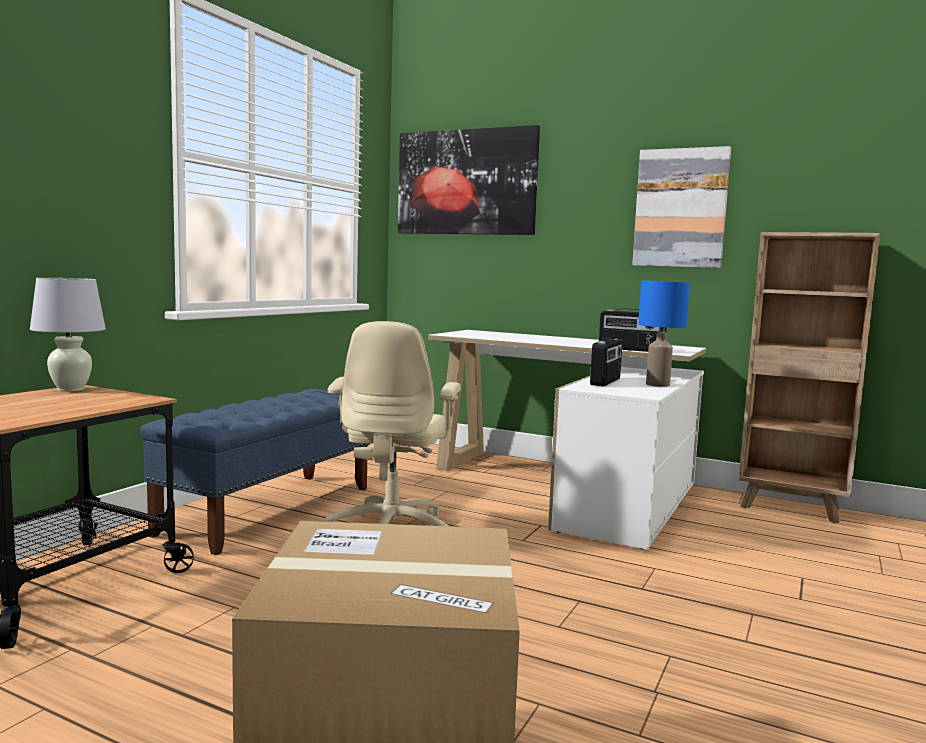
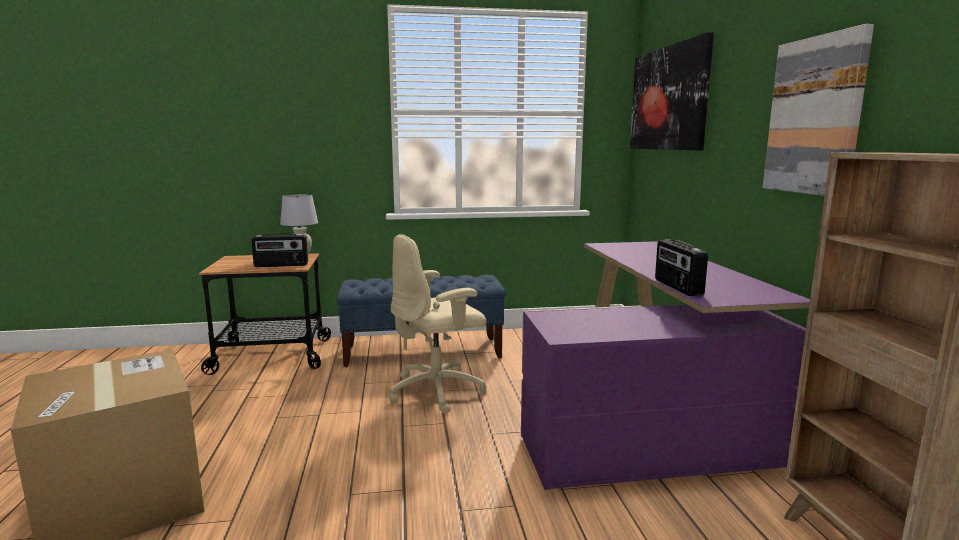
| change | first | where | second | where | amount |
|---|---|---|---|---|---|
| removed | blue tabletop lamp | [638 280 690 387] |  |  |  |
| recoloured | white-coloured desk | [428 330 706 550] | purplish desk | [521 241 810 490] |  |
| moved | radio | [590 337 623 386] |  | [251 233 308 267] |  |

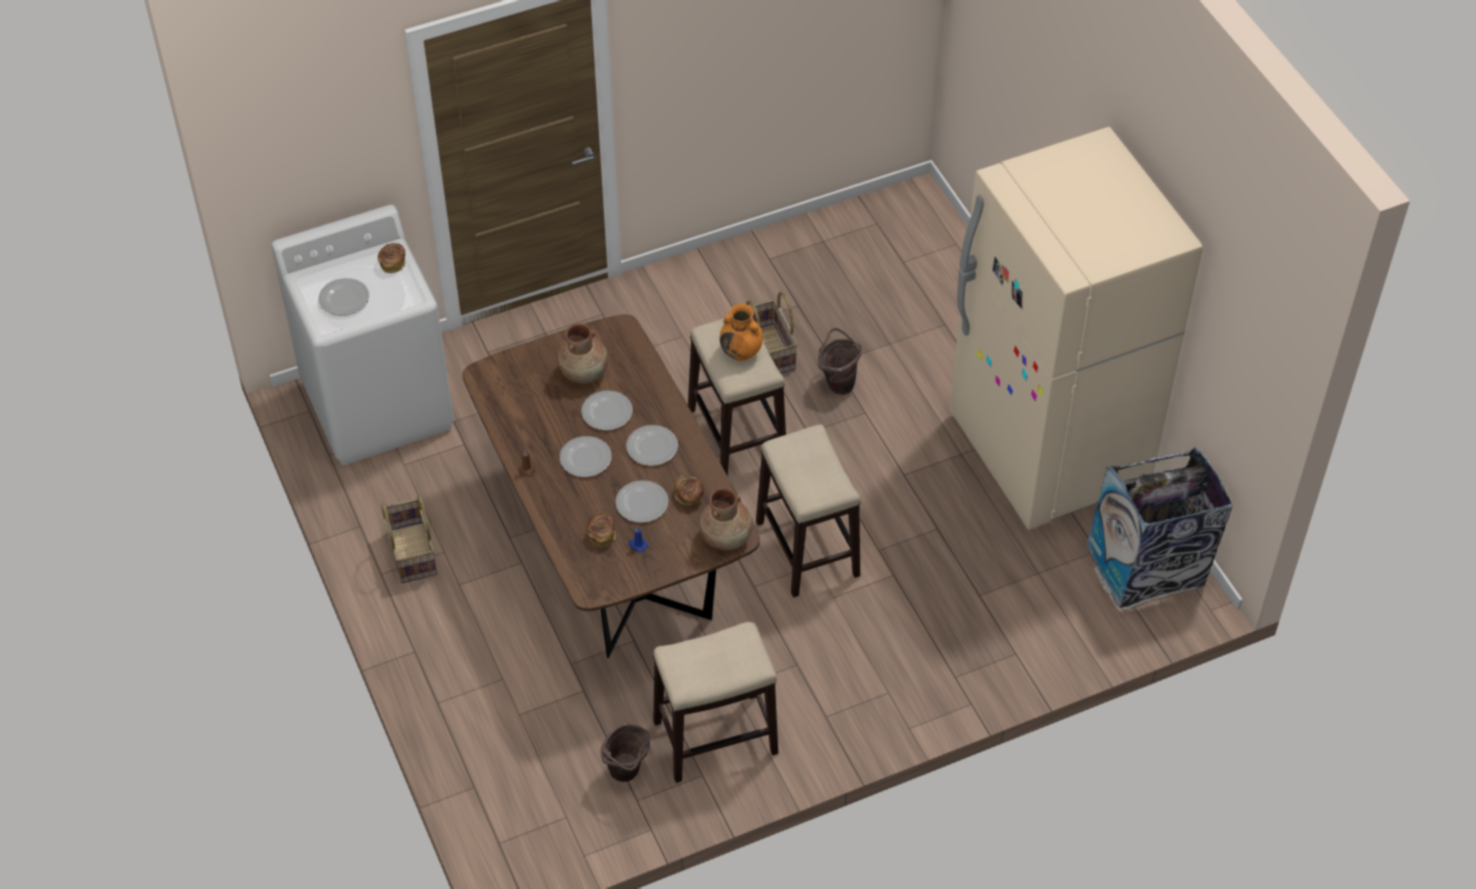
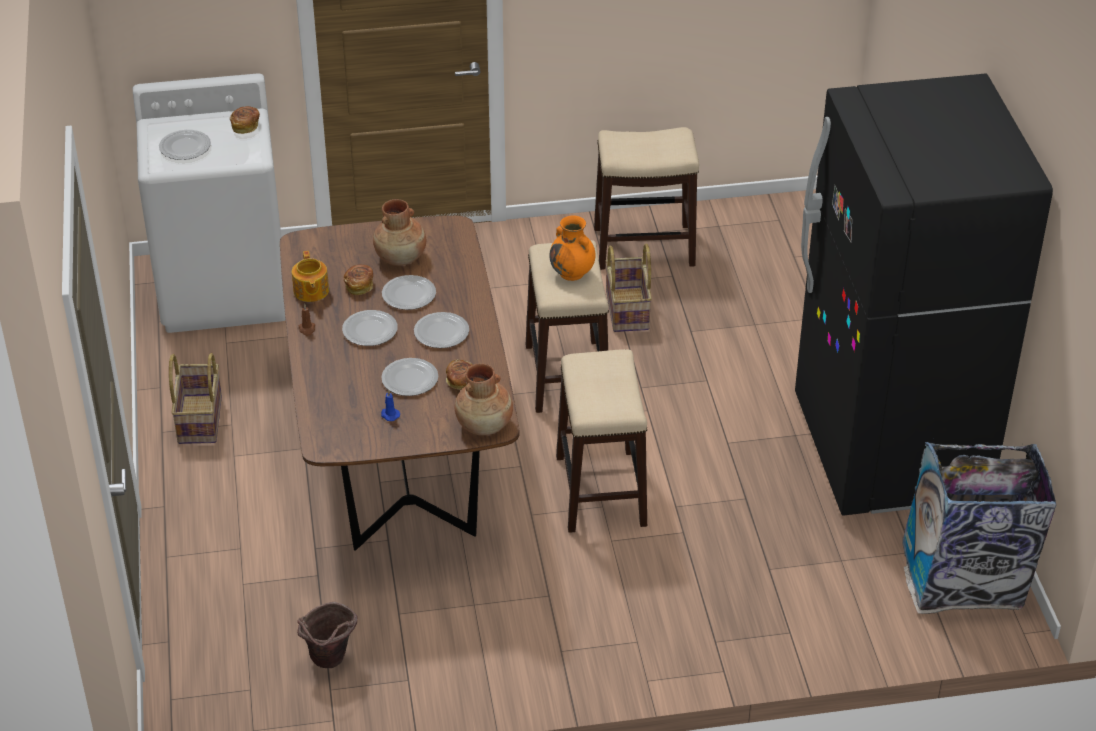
| change | first | where | second | where | amount |
|---|---|---|---|---|---|
| recoloured | beige-coloured kitchen fridge | [949 127 1203 530] | black kitchen fridge | [795 73 1053 516] |  |
| removed | brown water bucket | [818 328 862 395] |  |  |  |
| moved | baked bread | [586 514 616 547] |  | [344 264 373 295] |  |
| moved | stool | [653 622 778 783] |  | [594 127 699 270] |  |
| added |  |  | tea pot | [292 251 329 302] |  |

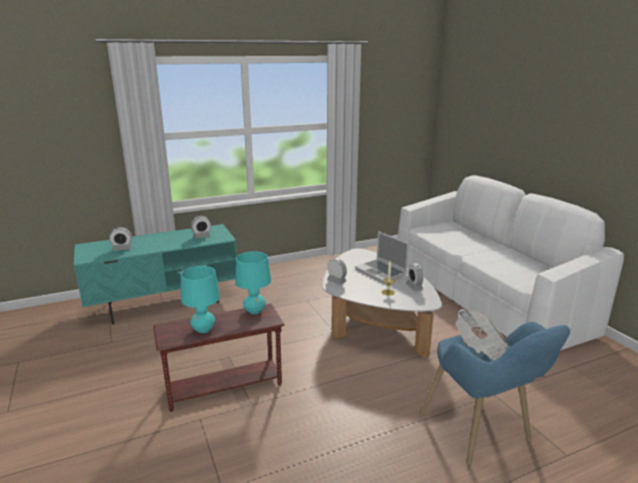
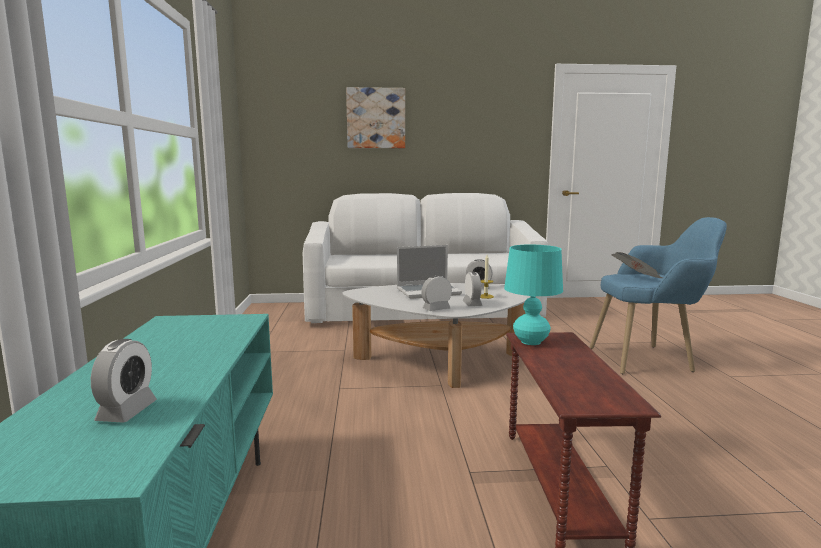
| change | first | where | second | where | amount |
|---|---|---|---|---|---|
| moved | bedside clock | [191 216 211 239] |  | [463 272 483 306] |  |
| removed | blue-green tabletop lamp | [181 266 220 333] |  |  |  |
| added |  |  | picture | [346 87 405 148] |  |

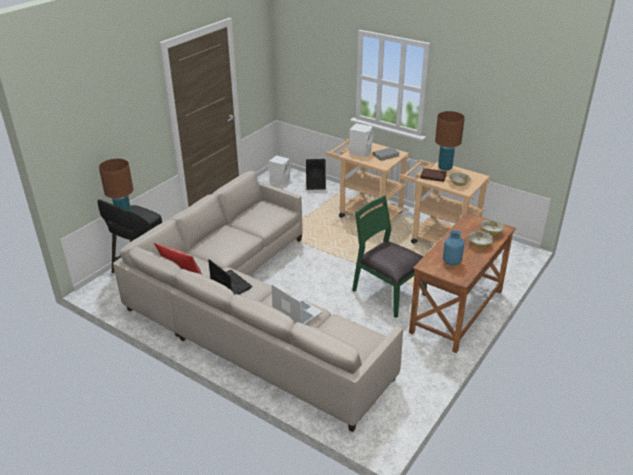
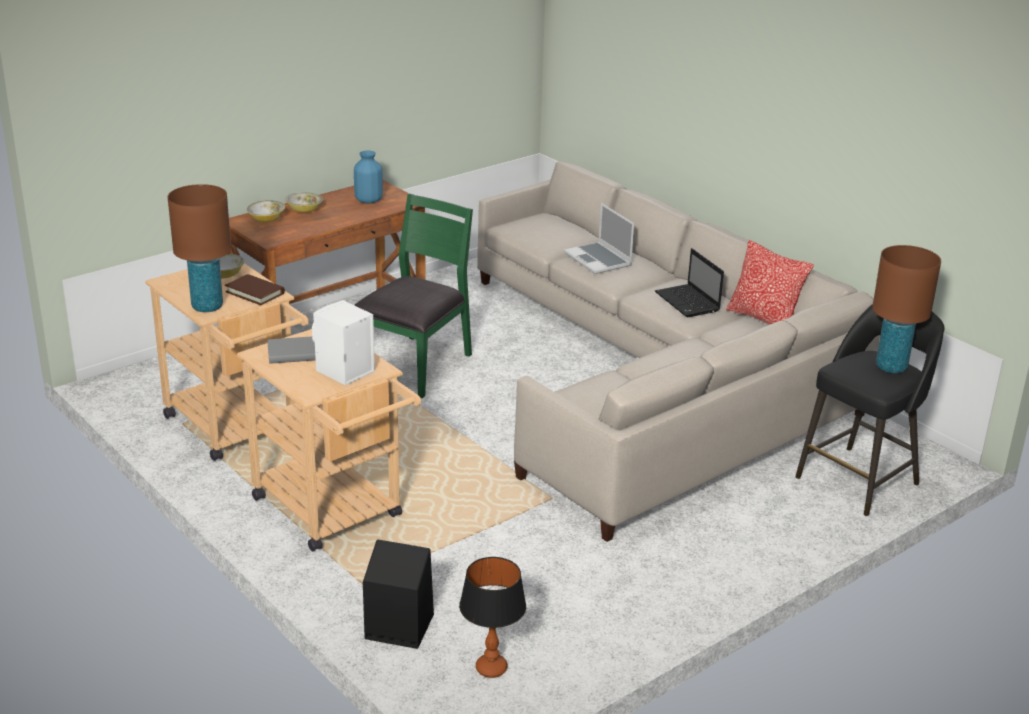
| change | first | where | second | where | amount |
|---|---|---|---|---|---|
| replaced | white-coloured audio speaker | [269 155 291 185] | tabletop lamp | [459 557 526 678] |  |
| turned | greenish upright chair | [352 196 427 318] |  | [354 194 473 398] | 120 degrees counterclockwise |

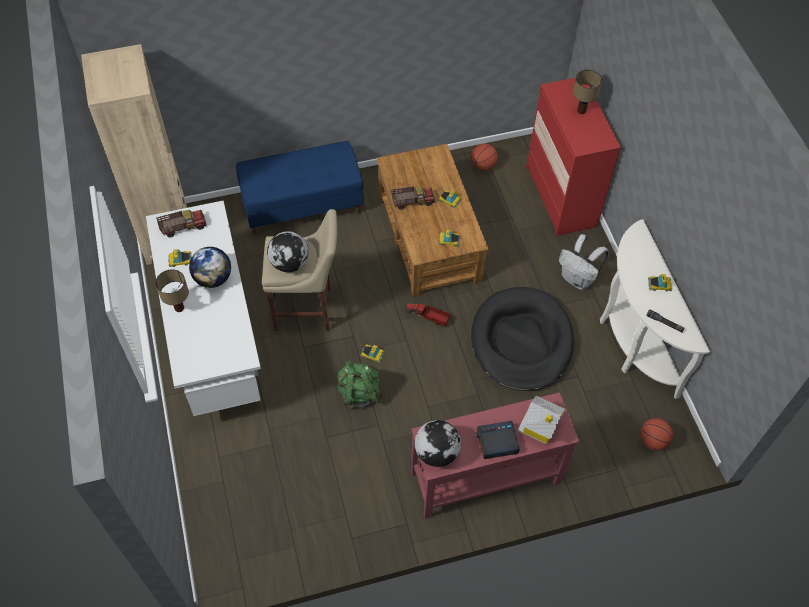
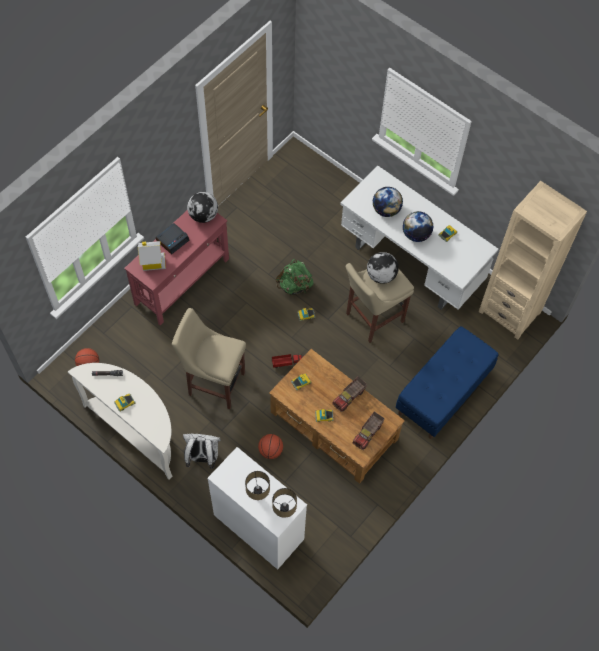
| change | first | where | second | where | amount |
|---|---|---|---|---|---|
| recoloured | reddish dresser | [526 78 621 236] | white-coloured dresser | [207 447 307 570] |  |
| moved | basketball ball | [471 143 498 170] |  | [258 434 283 459] |  |
| moved | toy truck | [156 210 207 238] |  | [353 412 385 450] |  |
| moved | tabletop lamp | [156 269 189 312] |  | [272 488 297 518] |  |
| replaced | black dog cushion | [471 287 574 391] | beige-coloured stool | [172 308 246 409] |  |
| added |  |  | globe | [373 187 403 217] |  |

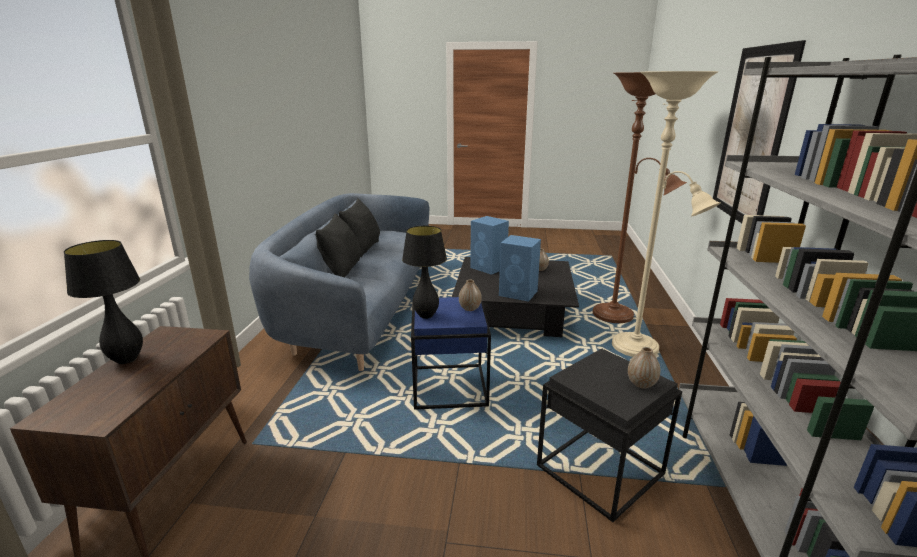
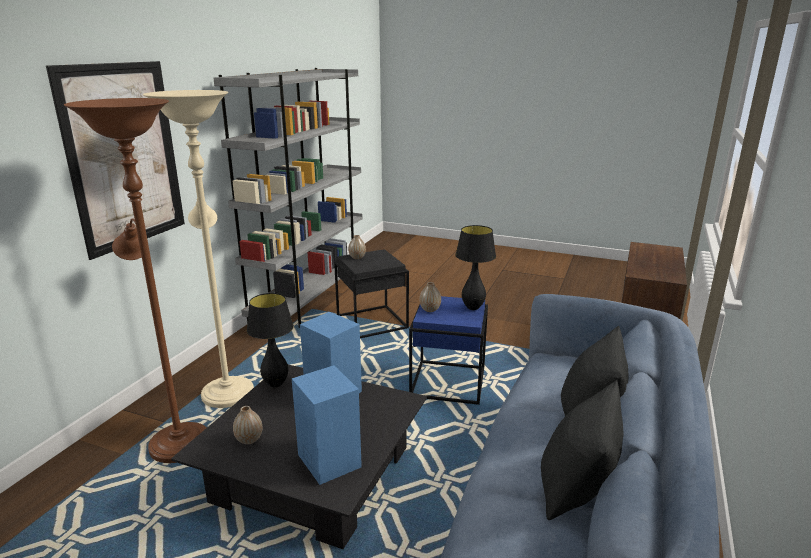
| change | first | where | second | where | amount |
|---|---|---|---|---|---|
| moved | black tabletop lamp | [64 240 143 364] |  | [247 293 294 388] |  |

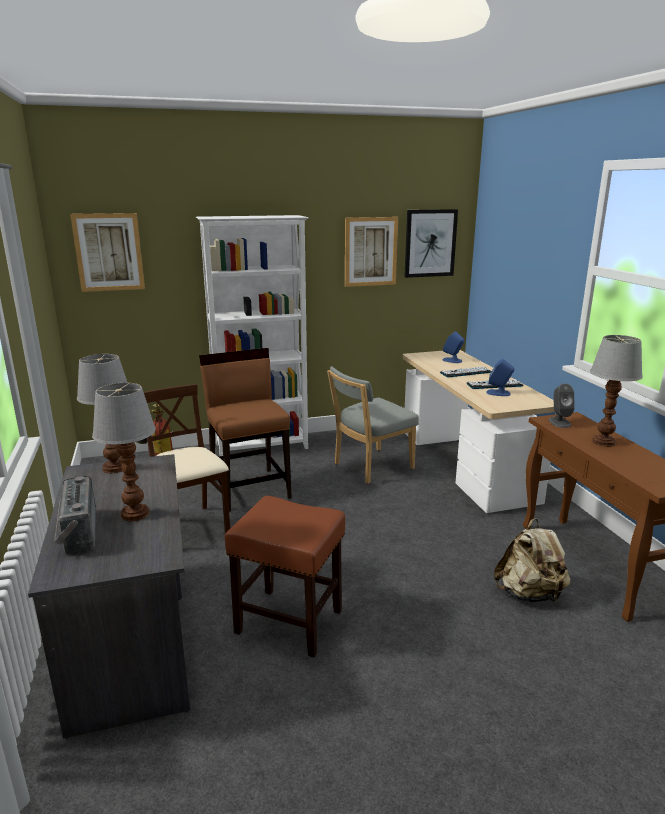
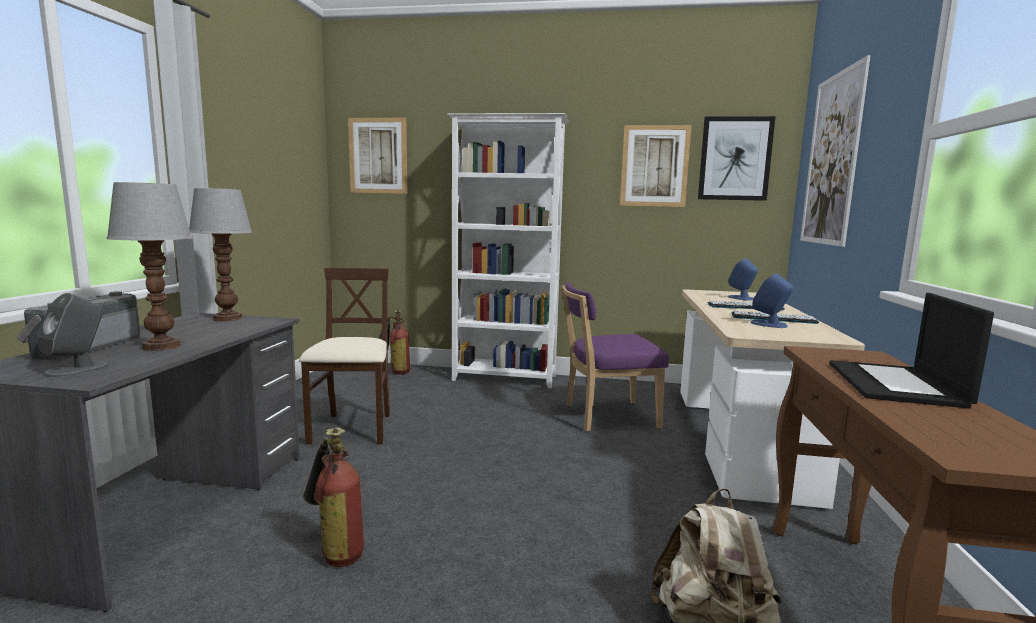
| change | first | where | second | where | amount |
|---|---|---|---|---|---|
| replaced | tabletop lamp | [590 335 643 447] | portable computer | [829 293 994 409] |  |
| removed | brown upright chair | [199 348 292 512] |  |  |  |
| recoloured | greyish upright chair | [327 366 419 484] | purplish upright chair | [561 282 669 432] |  |
| moved | greyish audio speaker | [549 384 575 428] |  | [37 293 108 378] |  |
| replaced | brown stool | [225 496 345 657] | fire extinguisher | [303 427 364 567] |  |
| added |  |  | picture | [800 55 871 247] |  |

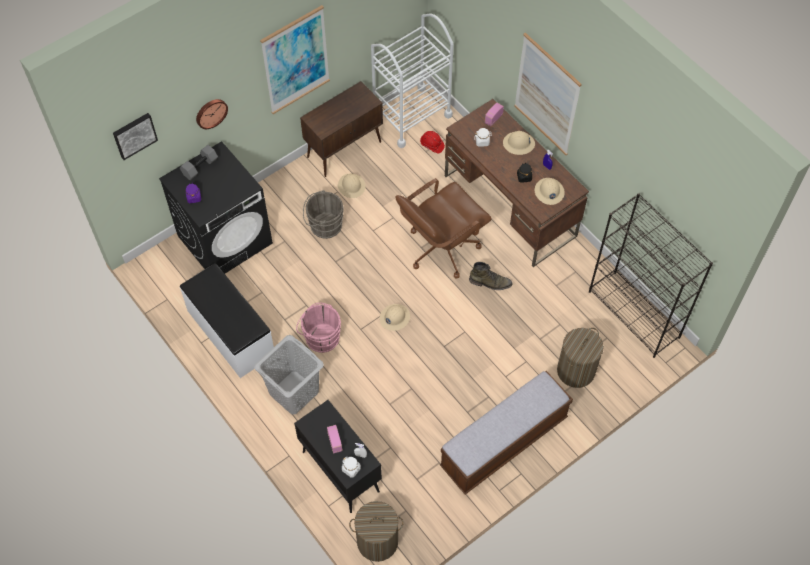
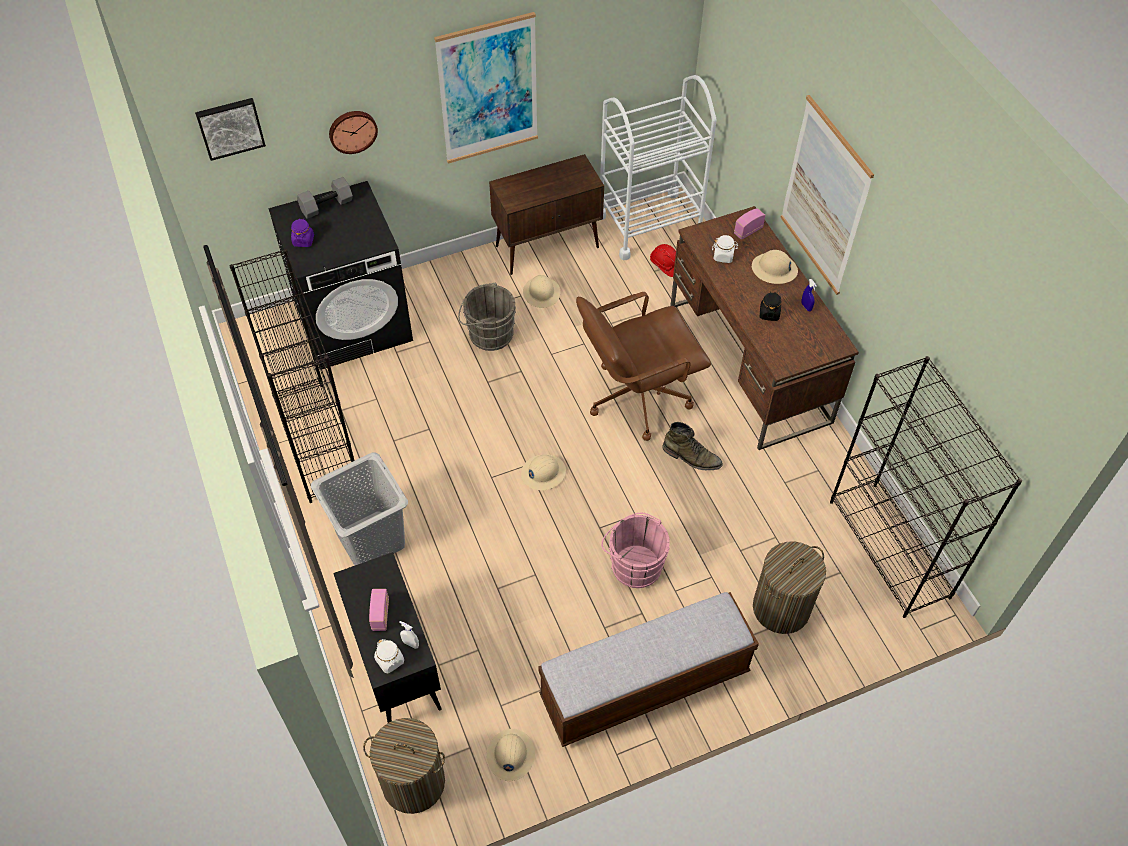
| change | first | where | second | where | amount |
|---|---|---|---|---|---|
| moved | beige-coloured safety helmet | [535 178 565 205] |  | [486 729 535 781] |  |
| replaced | white-coloured bench | [180 263 274 378] | black bookcase | [230 249 355 503] |  |
| moved | pink water bucket | [296 303 341 353] |  | [601 513 670 588] |  |

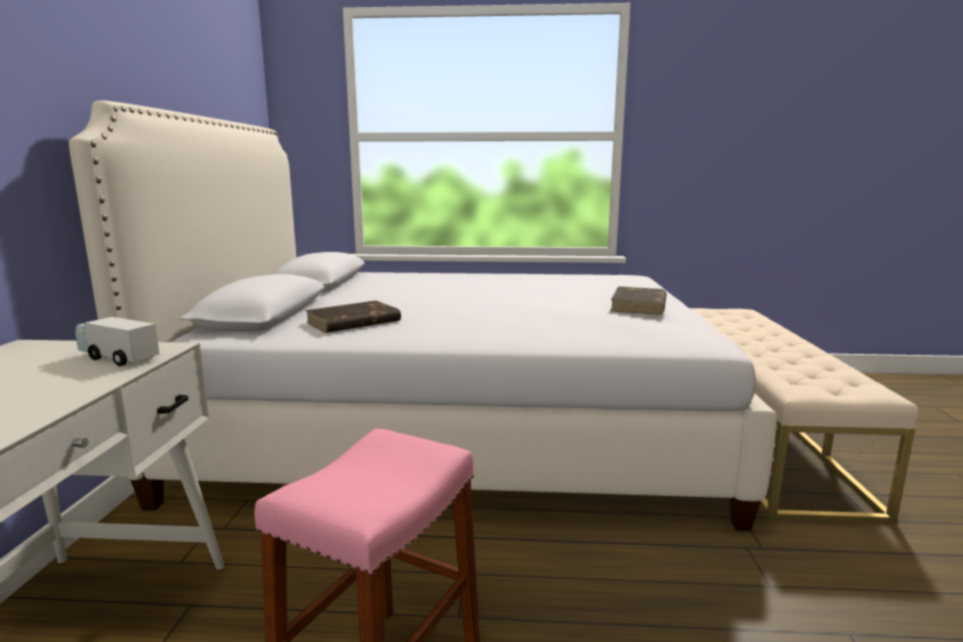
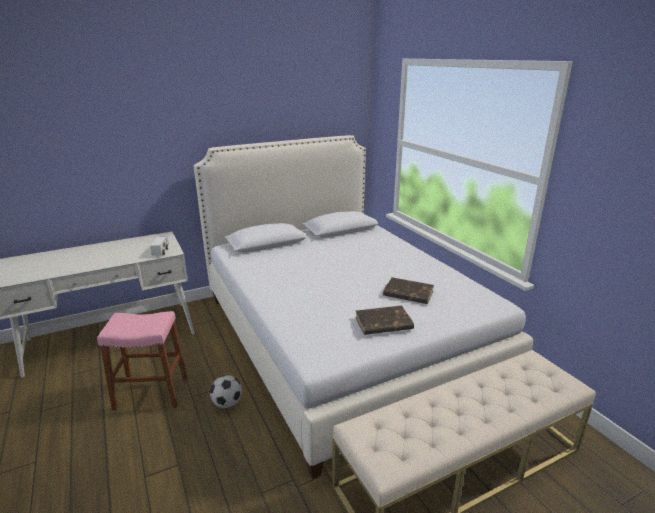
| change | first | where | second | where | amount |
|---|---|---|---|---|---|
| moved | brown volume | [305 301 401 333] |  | [383 277 434 304] |  |
| added |  |  | football | [210 375 242 408] |  |

